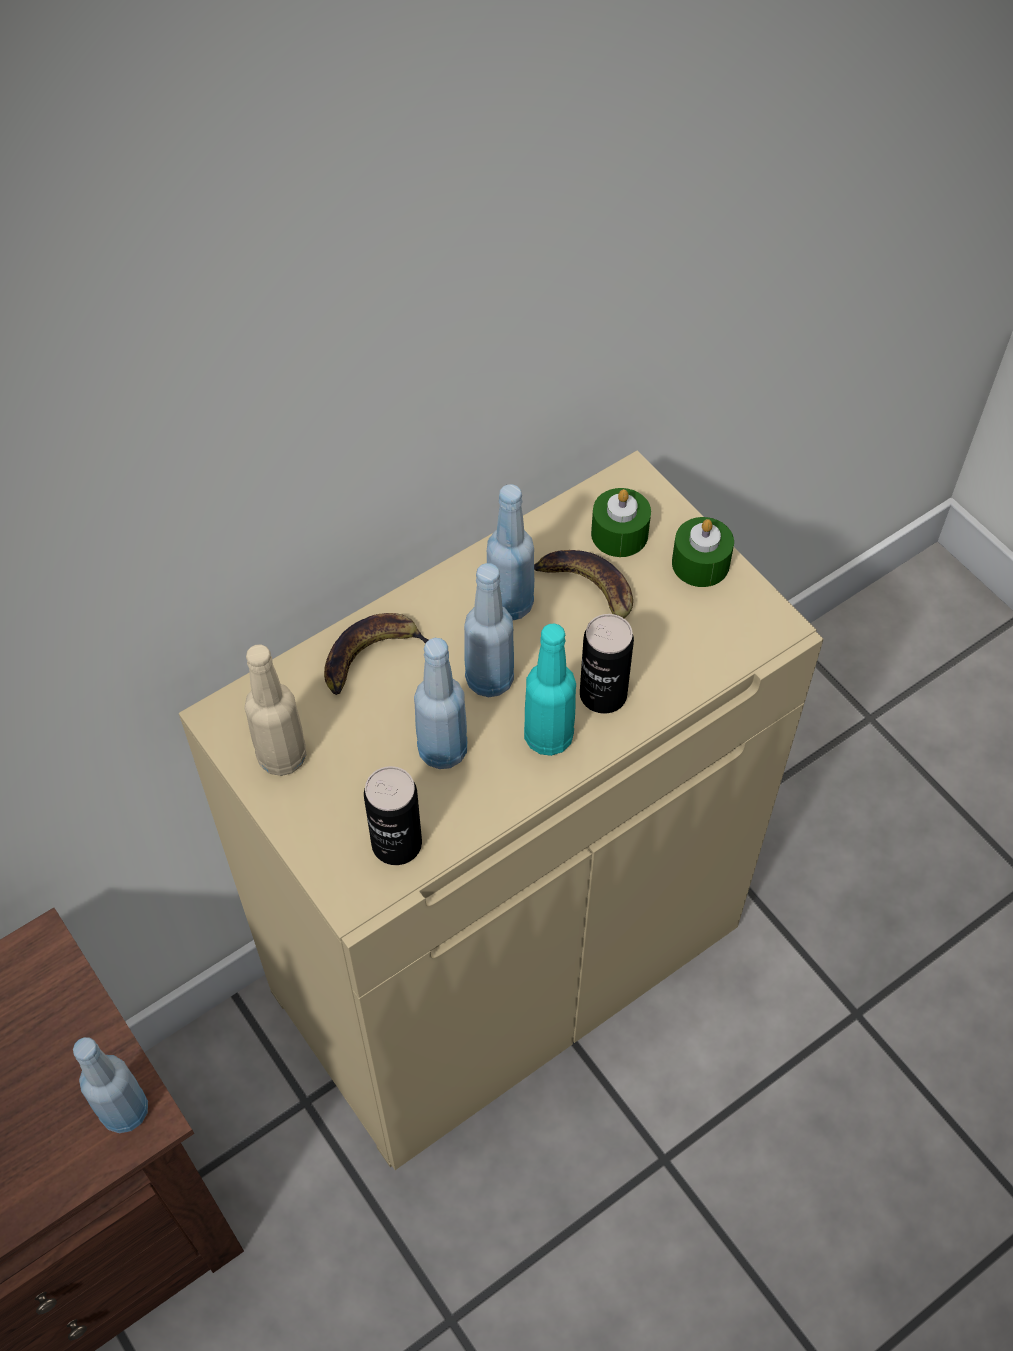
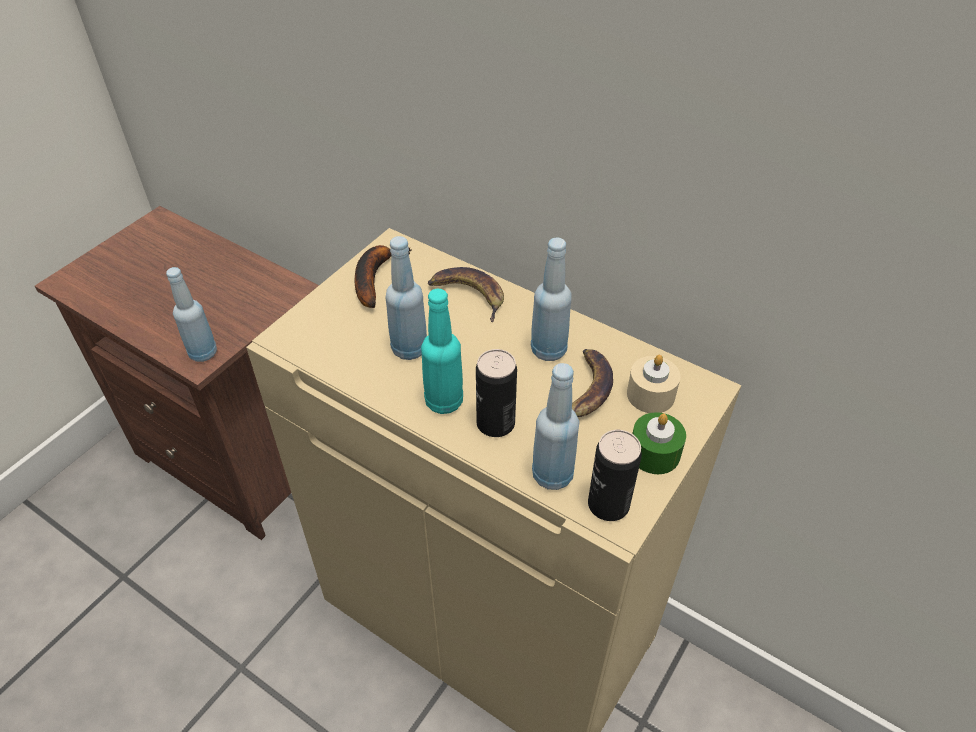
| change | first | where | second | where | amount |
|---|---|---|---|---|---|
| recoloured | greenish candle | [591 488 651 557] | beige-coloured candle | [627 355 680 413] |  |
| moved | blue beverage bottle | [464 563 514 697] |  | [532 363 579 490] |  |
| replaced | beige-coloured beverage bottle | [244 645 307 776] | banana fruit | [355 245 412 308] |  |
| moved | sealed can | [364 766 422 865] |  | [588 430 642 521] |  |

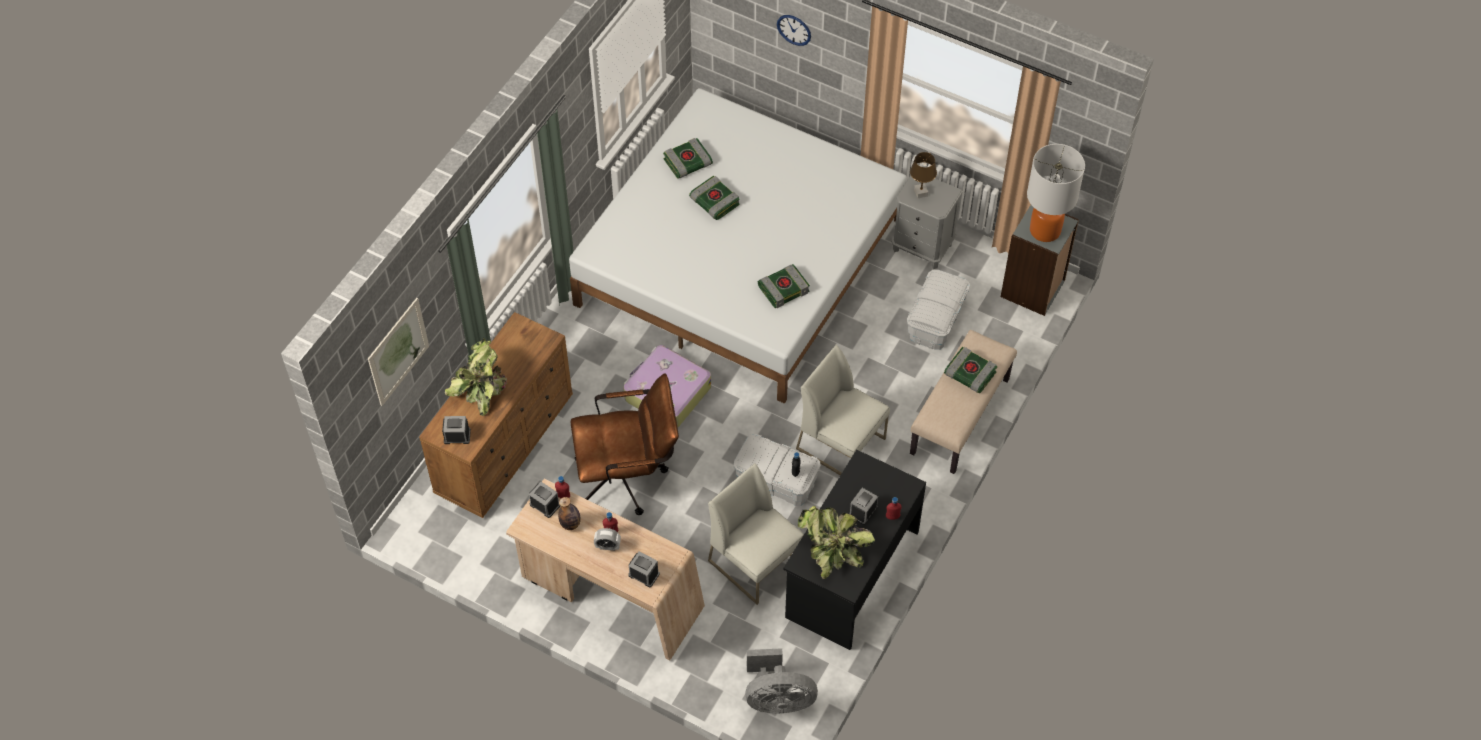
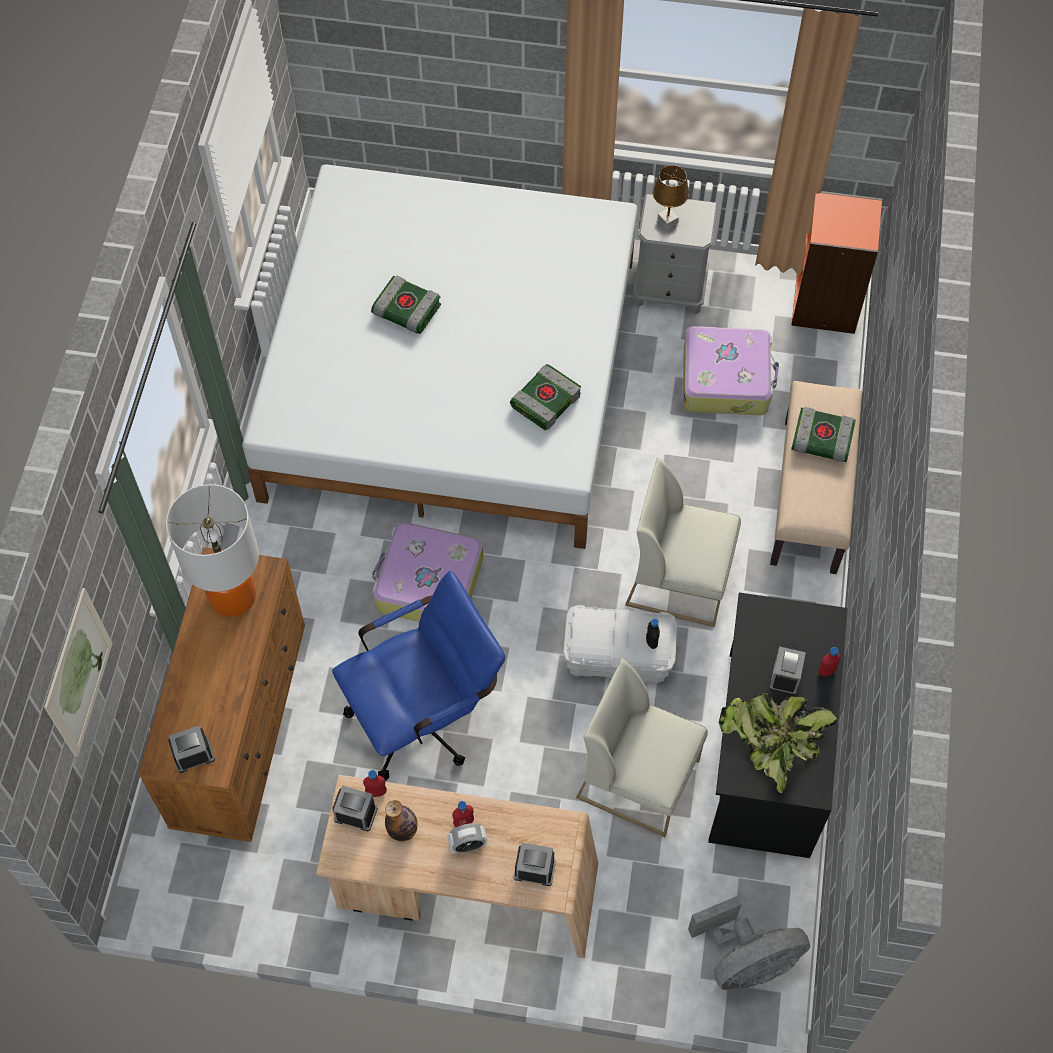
| change | first | where | second | where | amount |
|---|---|---|---|---|---|
| removed | hanging clock | [777 15 811 46] |  |  |  |
| removed | volume | [663 138 713 179] |  |  |  |
| moved | tabletop lamp | [1027 144 1085 242] |  | [166 484 259 617] |  |
| recoloured | greyish bookcase | [1001 205 1079 316] | orangey bookcase | [791 191 882 334] |  |
| replaced | white-coloured storage box | [907 270 970 350] | piece of luggage | [683 326 779 415] |  |
| removed | potted plant | [445 338 507 416] |  |  |  |
| recoloured | brown office chair | [571 373 679 515] | blue office chair | [332 571 505 781] |  |

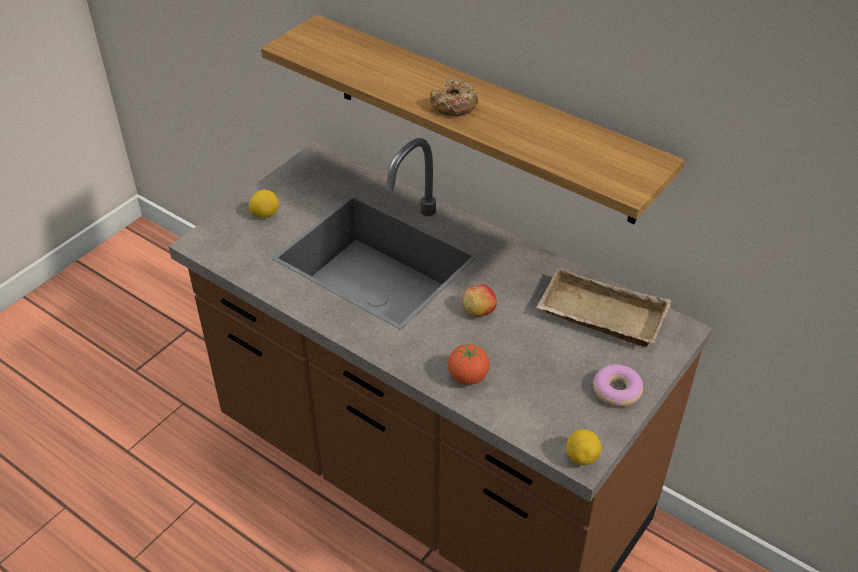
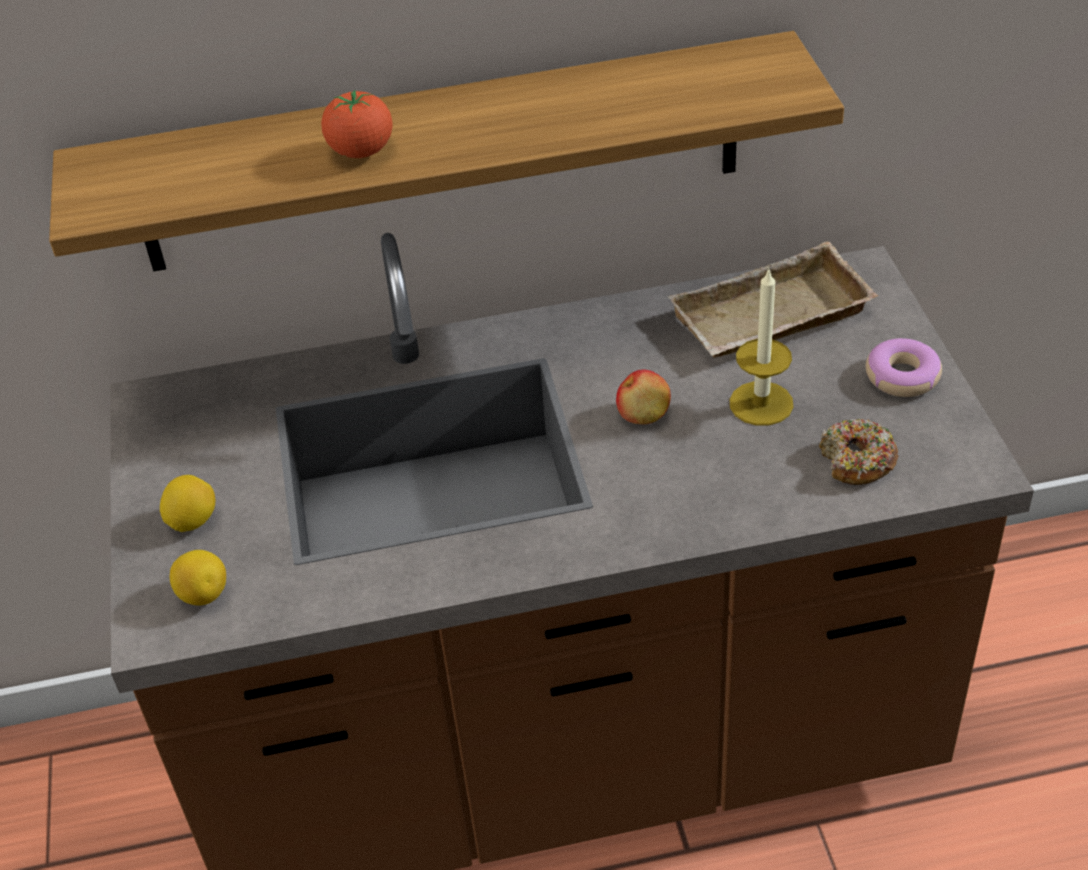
| change | first | where | second | where | amount |
|---|---|---|---|---|---|
| moved | donut | [430 80 478 116] |  | [819 419 898 485] |  |
| moved | tomato | [448 344 490 385] |  | [321 90 392 158] |  |
| moved | lemon | [566 429 602 465] |  | [170 550 226 606] |  |
| added |  |  | candle | [730 267 793 426] |  |

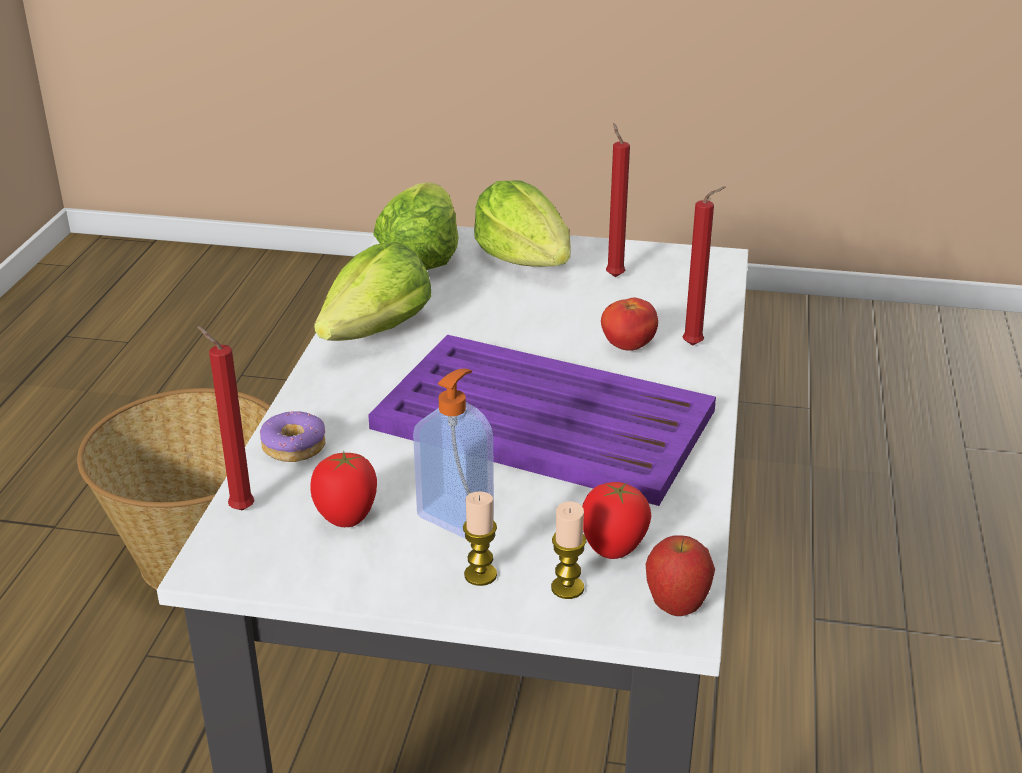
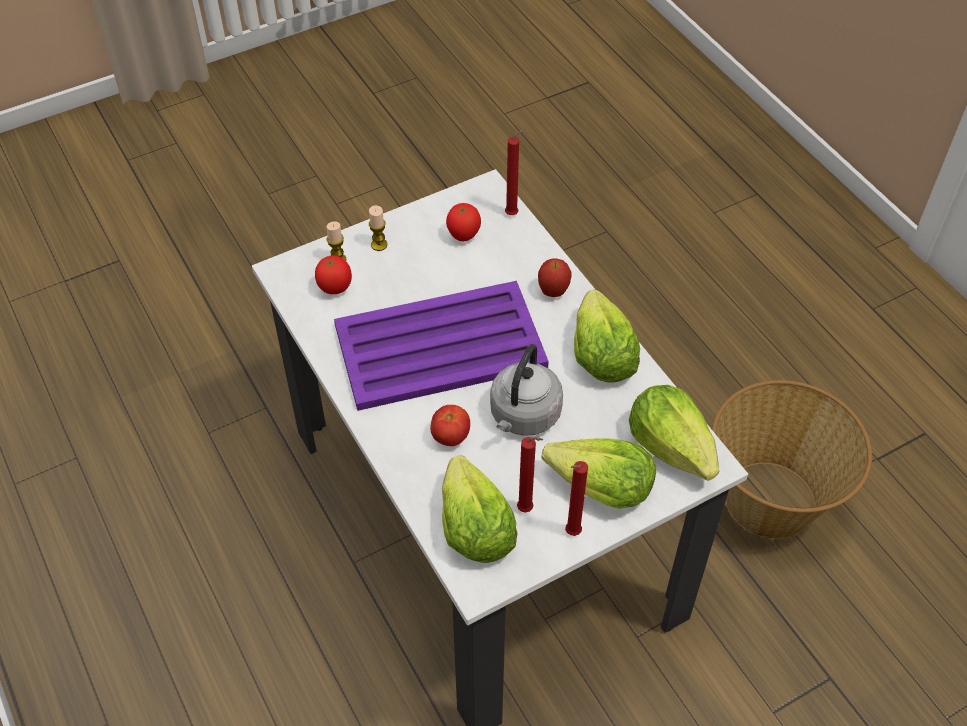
| change | first | where | second | where | amount |
|---|---|---|---|---|---|
| moved | reddish candle | [683 186 726 346] |  | [565 461 588 536] |  |
| removed | liquid soap bottle | [413 369 494 538] |  |  |  |
| removed | donut | [260 411 325 462] |  |  |  |
| moved | apple fruit | [646 535 715 616] |  | [538 258 571 297] |  |
| added |  |  | greyish kettle | [490 344 563 436] |  |
| added |  |  | lettuce | [442 455 518 563] |  |

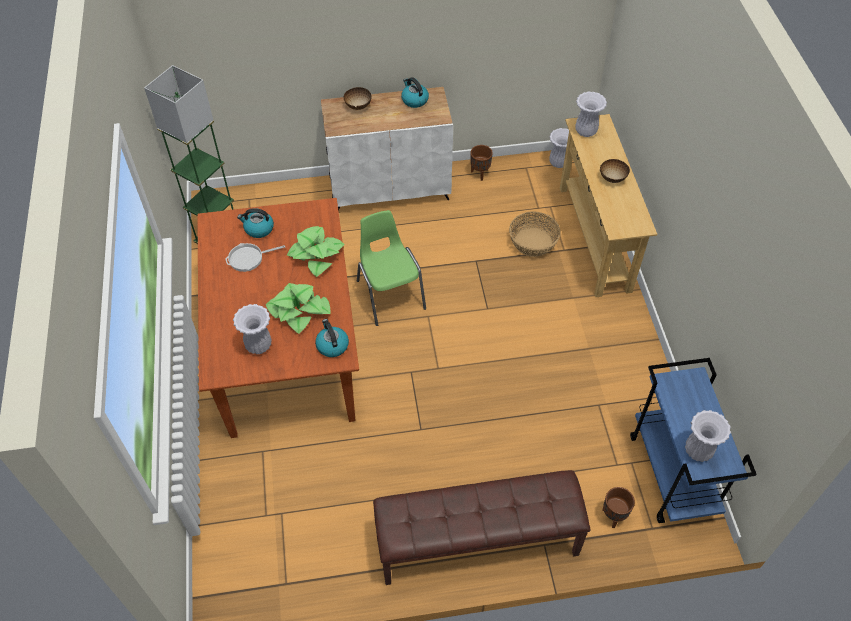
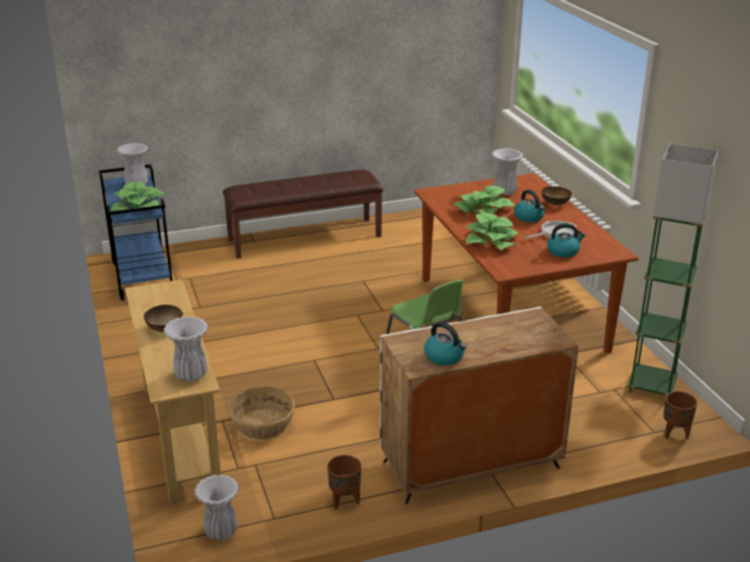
| change | first | where | second | where | amount |
|---|---|---|---|---|---|
| moved | deep dish | [343 87 372 110] |  | [541 186 572 206] |  |
| moved | kettle | [315 319 349 357] |  | [514 190 545 222] |  |
| moved | brown plant pot | [603 487 635 528] |  | [663 391 697 439] |  |
| added |  |  | potted plant | [111 182 165 211] |  |

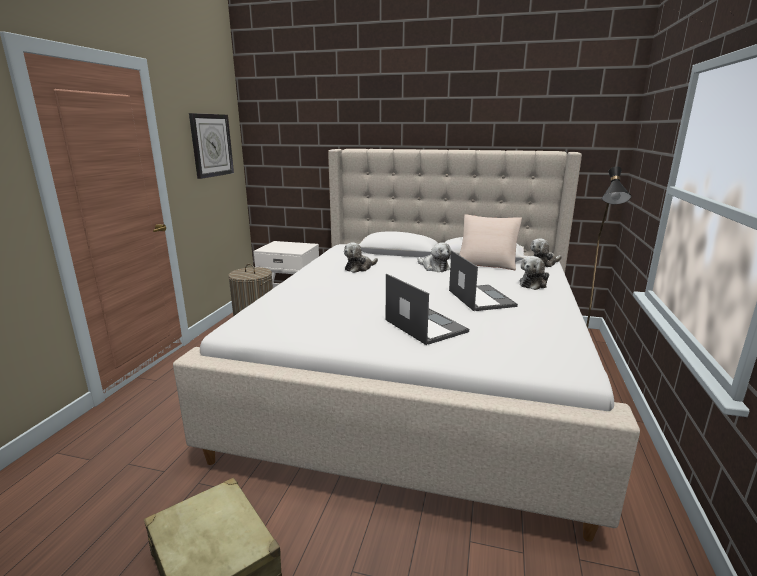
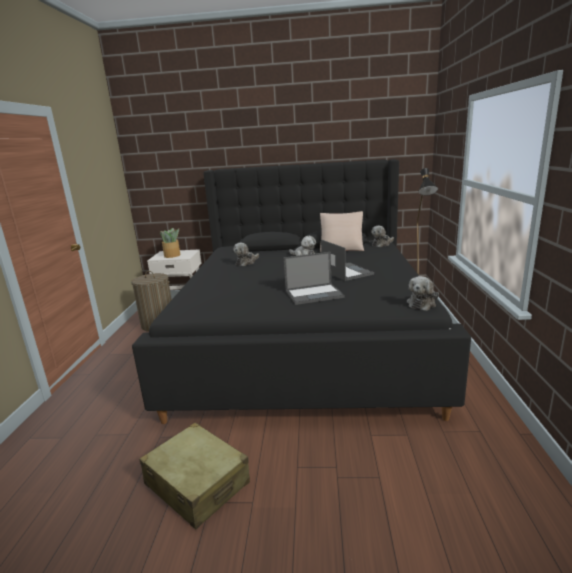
| change | first | where | second | where | amount |
|---|---|---|---|---|---|
| removed | hanging clock | [189 113 234 179] |  |  |  |
| recoloured | beige-coloured bedroom bed | [173 149 640 542] | black bedroom bed | [132 159 471 424] |  |
| moved | plush toy | [519 256 549 290] |  | [407 276 439 311] |  |
| turned | portable computer | [386 274 469 345] |  | [284 252 345 305] | 120 degrees clockwise |
| added |  |  | potted plant | [160 228 180 258] |  |

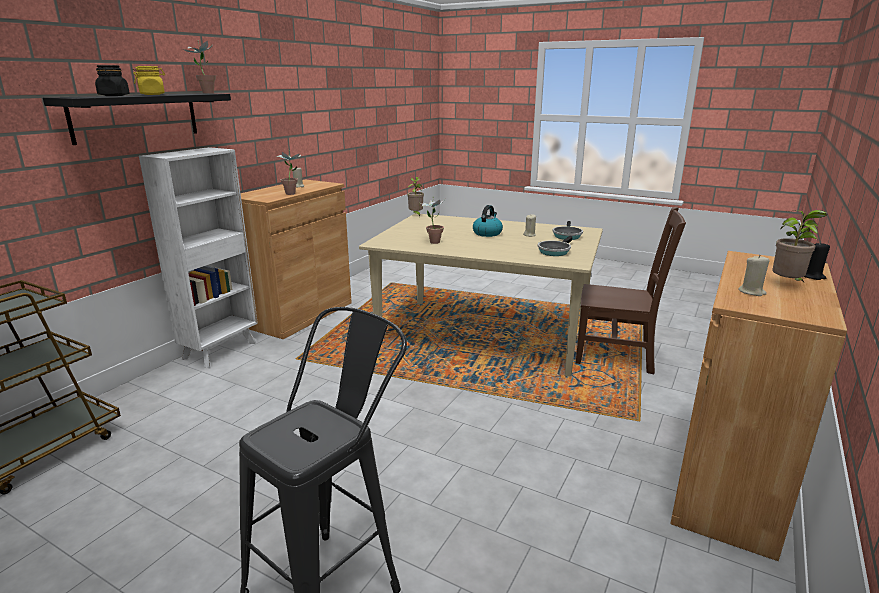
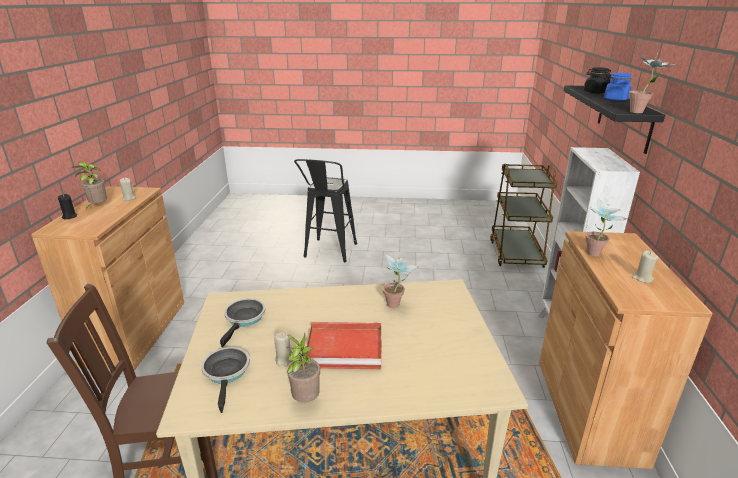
| change | first | where | second | where | amount |
|---|---|---|---|---|---|
| recoloured | yellow-coloured preserve jar | [133 66 165 95] | blue preserve jar | [604 73 632 101] |  |
| moved | potted plant | [407 177 424 217] |  | [286 334 320 403] |  |
| replaced | kettle | [473 205 503 237] | reddish serving tray | [306 322 381 369] |  |

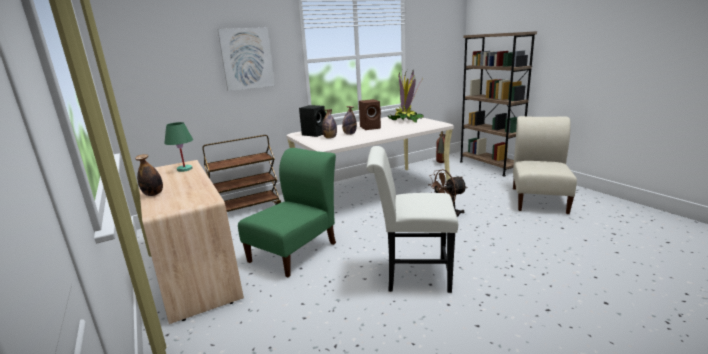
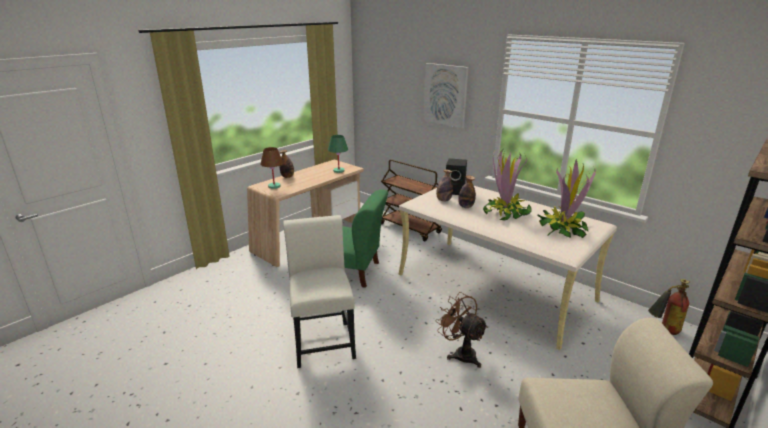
| change | first | where | second | where | amount |
|---|---|---|---|---|---|
| replaced | brown audio speaker | [359 99 381 130] | potted plant | [483 148 532 221] |  |
| added |  |  | brown tabletop lamp | [261 147 283 189] |  |

